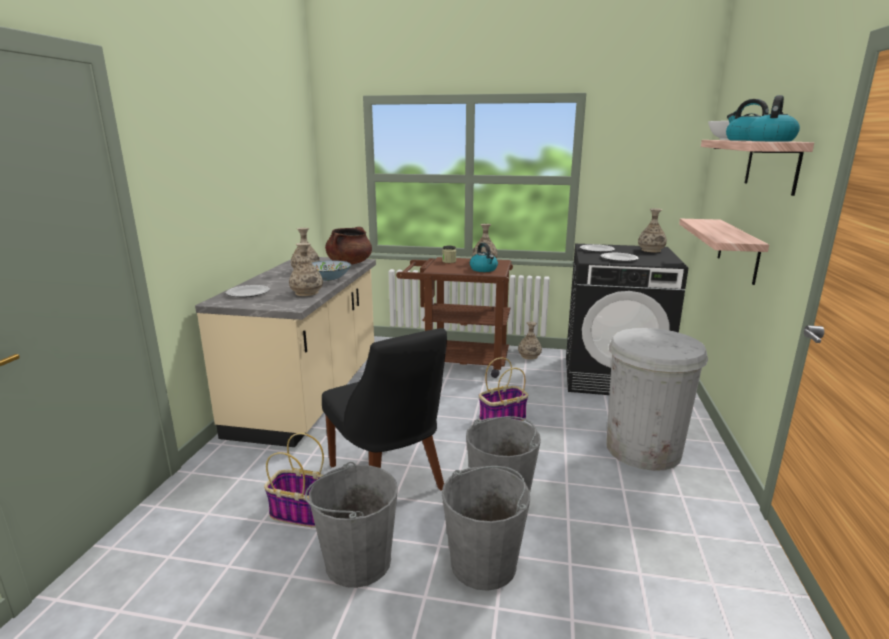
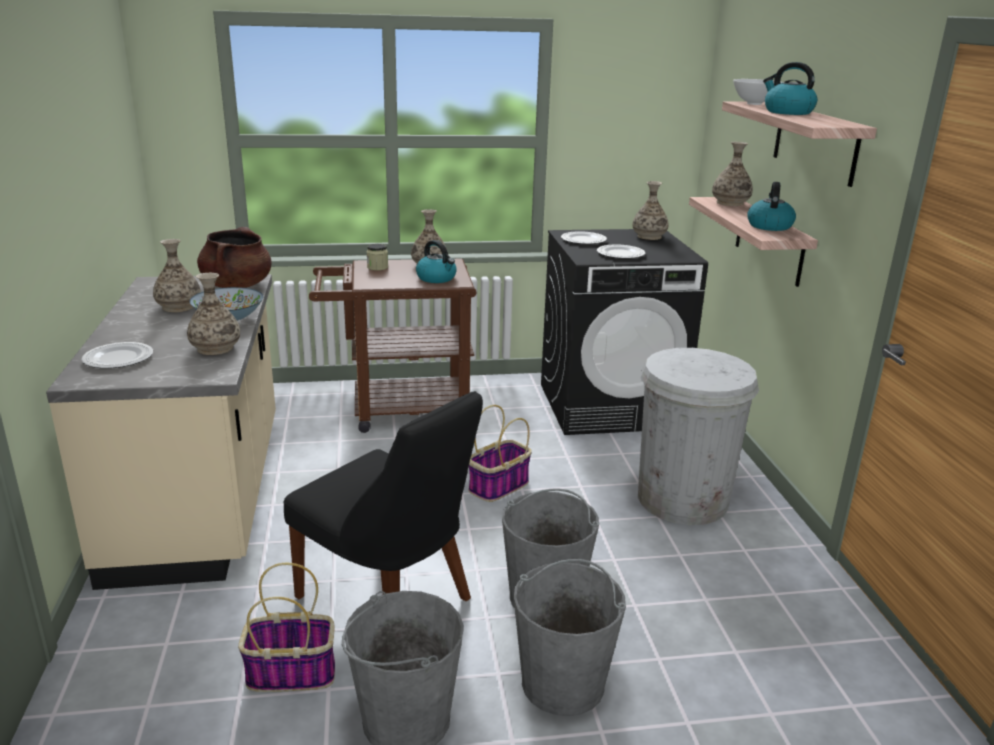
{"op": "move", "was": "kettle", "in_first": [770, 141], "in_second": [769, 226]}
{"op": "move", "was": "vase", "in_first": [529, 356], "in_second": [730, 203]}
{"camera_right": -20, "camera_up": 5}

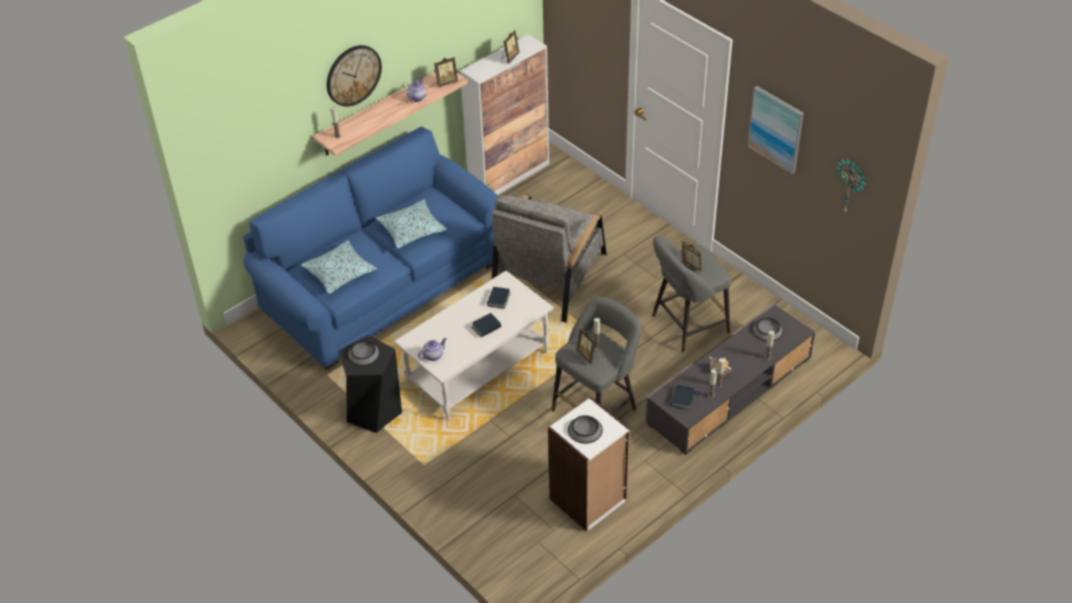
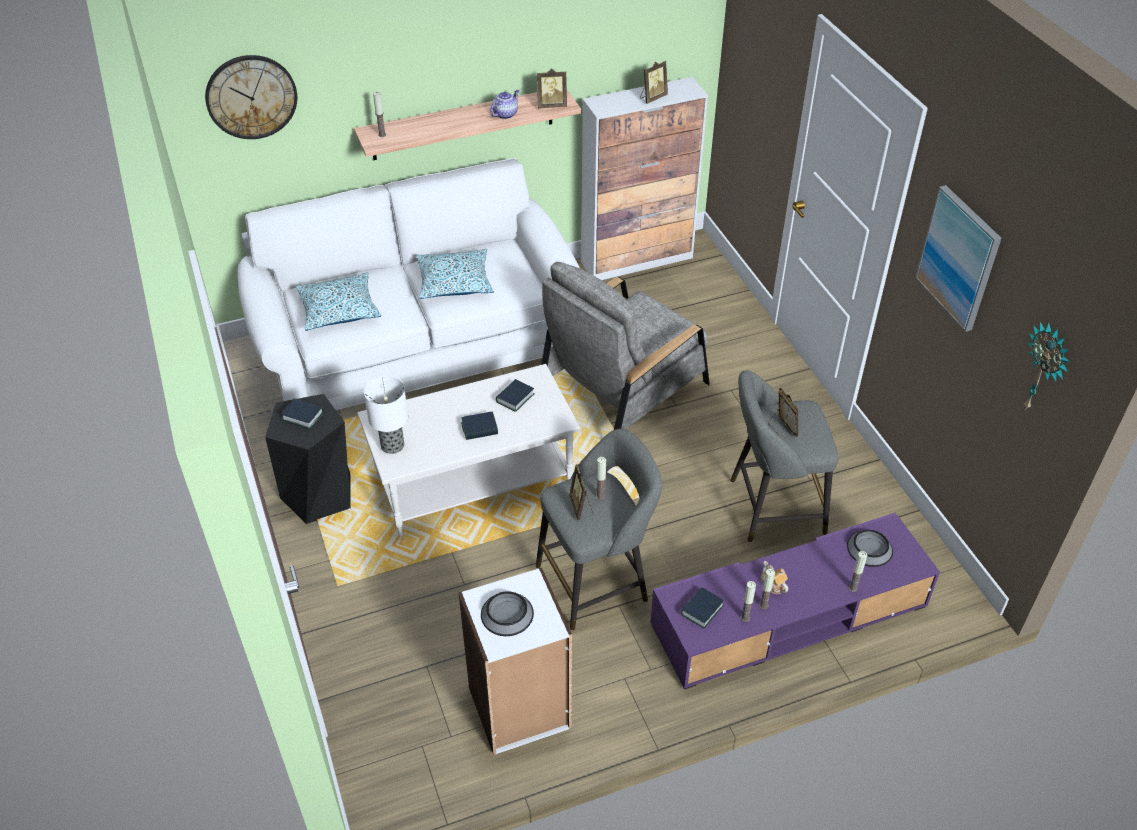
{"op": "move", "was": "hanging clock", "in_first": [353, 75], "in_second": [251, 96]}
{"op": "recolor", "was": "bluish settee", "now": "white settee", "in_first": [382, 286], "in_second": [417, 347]}
{"op": "recolor", "was": "grey tv stand", "now": "purple tv stand", "in_first": [729, 390], "in_second": [789, 616]}
{"op": "replace", "was": "tea pot", "now": "lamp for a table", "in_first": [433, 355], "in_second": [393, 445]}
{"op": "replace", "was": "serving bowl", "now": "bound book", "in_first": [363, 353], "in_second": [303, 416]}
{"camera_right": 20, "camera_up": 0}

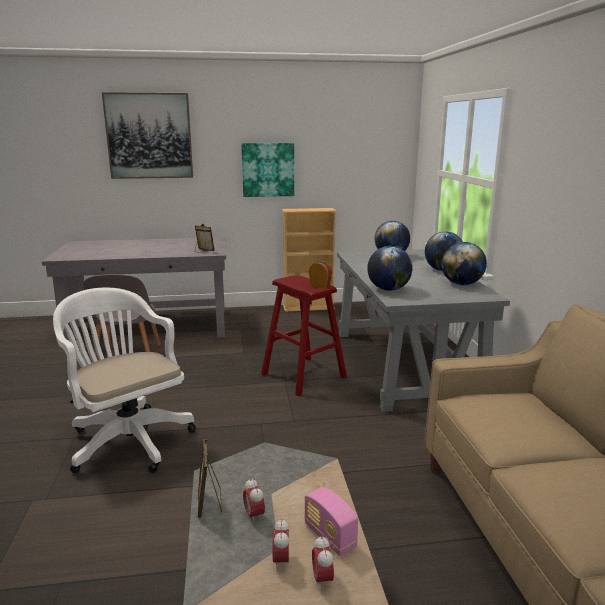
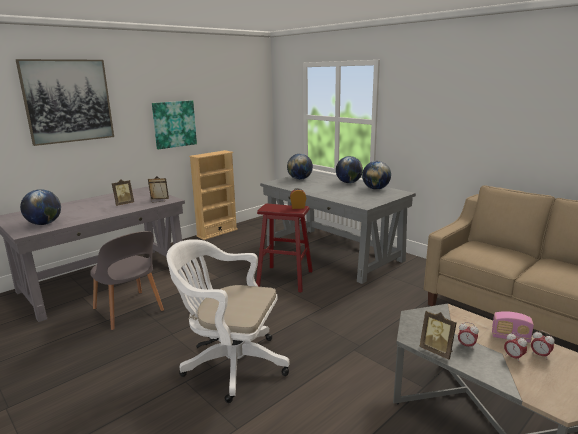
{"op": "move", "was": "desk globe", "in_first": [388, 289], "in_second": [44, 224]}
{"op": "insert", "now": "standing frame", "in_second": [124, 204]}
{"camera_right": -35, "camera_up": 0}

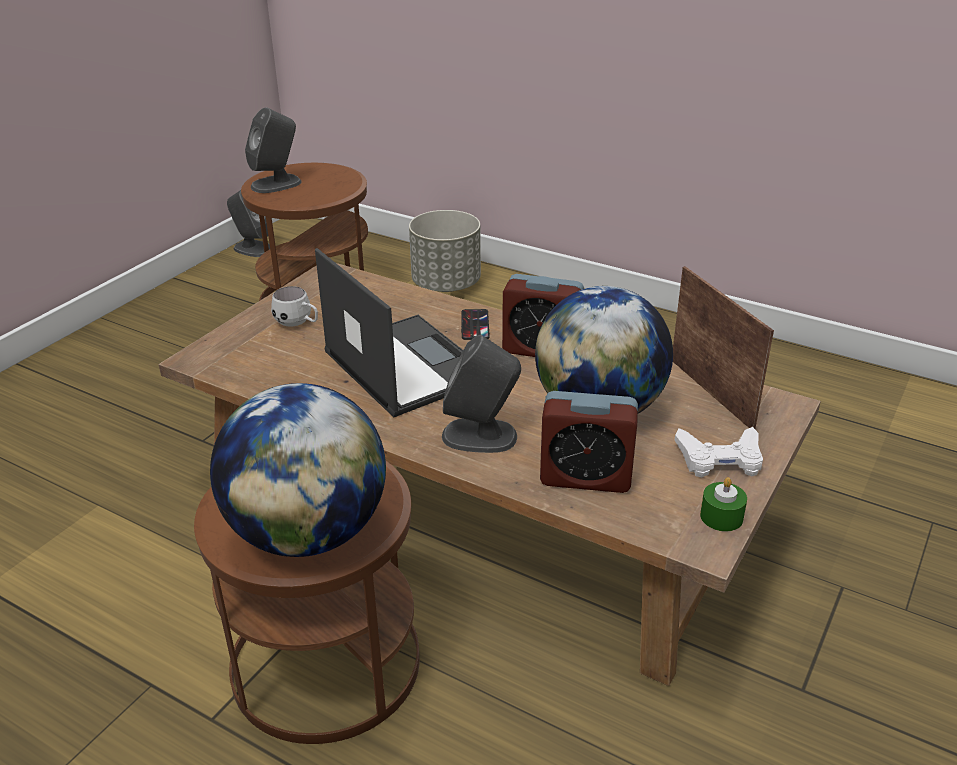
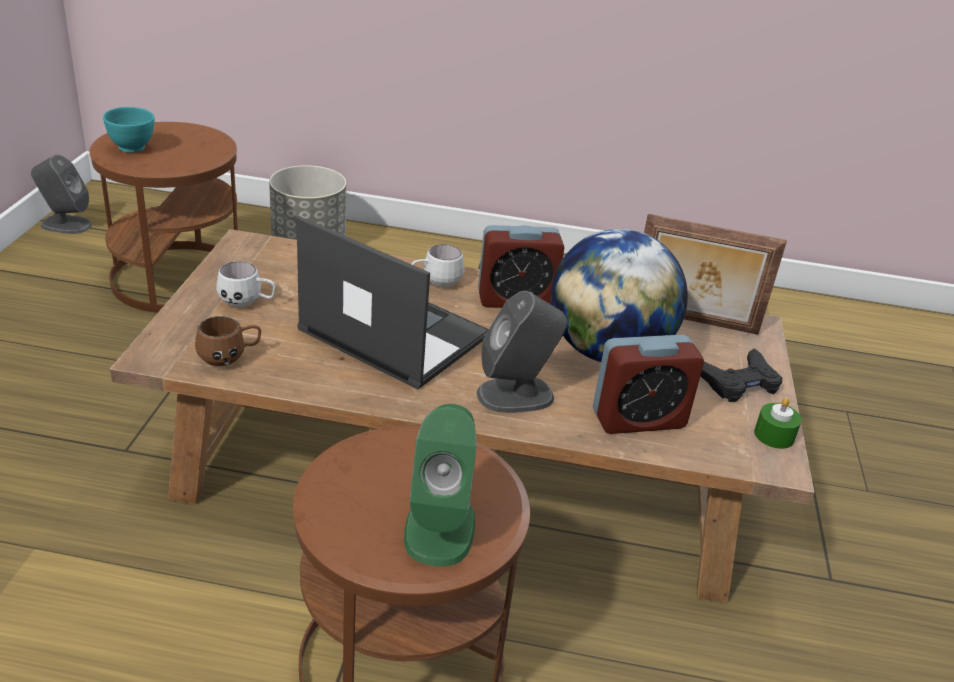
{"op": "replace", "was": "grey loudspeaker", "now": "blue-green serving bowl", "in_first": [277, 184], "in_second": [132, 148]}
{"op": "rotate", "was": "standing frame", "in_first": [713, 392], "in_second": [692, 321], "clockwise": 150}
{"op": "replace", "was": "telephone", "now": "white tea mug", "in_first": [475, 325], "in_second": [435, 282]}
{"op": "replace", "was": "desk globe", "now": "green loudspeaker", "in_first": [308, 533], "in_second": [440, 527]}
{"op": "recolor", "was": "white gamepad", "now": "black-coloured gamepad", "in_first": [720, 459], "in_second": [738, 382]}
{"op": "insert", "now": "brownish tea mug", "in_second": [230, 357]}
{"camera_right": -25, "camera_up": 0}

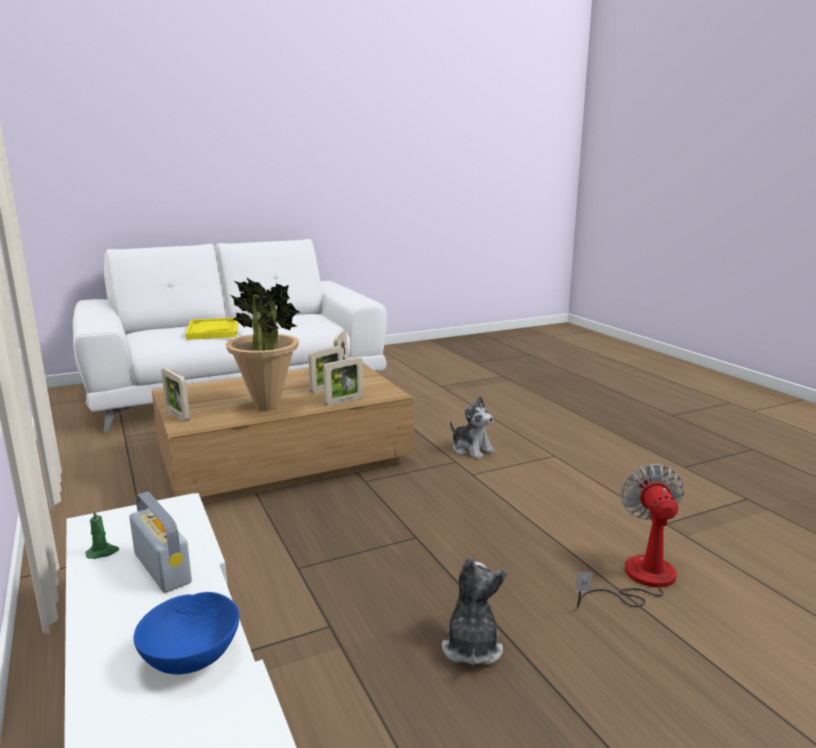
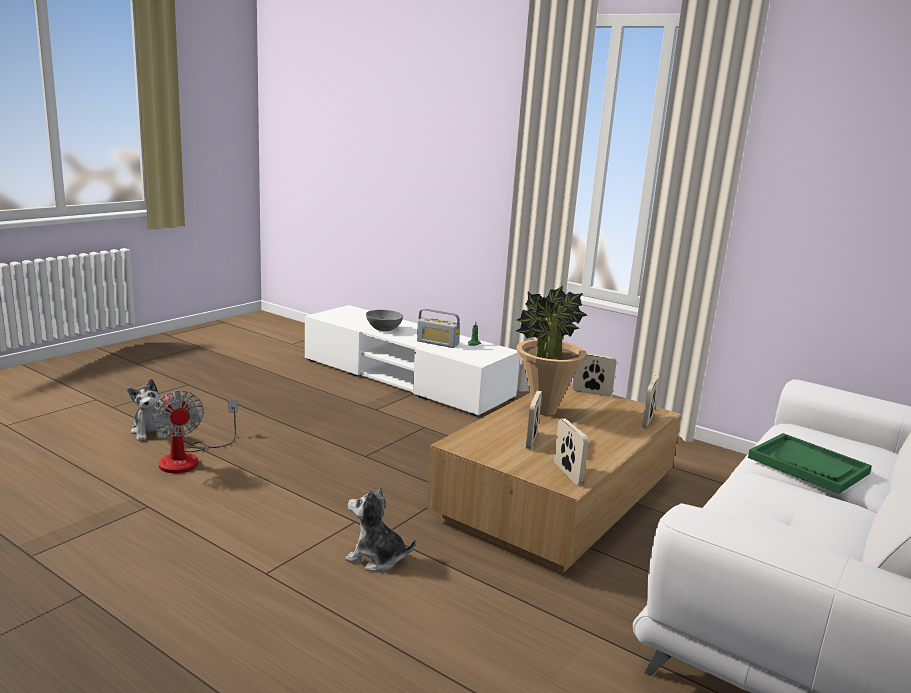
{"op": "recolor", "was": "yellow-coloured serving tray", "now": "green serving tray", "in_first": [213, 331], "in_second": [808, 465]}
{"op": "move", "was": "standing frame", "in_first": [344, 401], "in_second": [647, 421]}
{"op": "move", "was": "cuddly toy", "in_first": [471, 647], "in_second": [151, 431]}
{"op": "recolor", "was": "bluish serving bowl", "now": "grey serving bowl", "in_first": [191, 657], "in_second": [384, 329]}
{"camera_right": 150, "camera_up": 0}

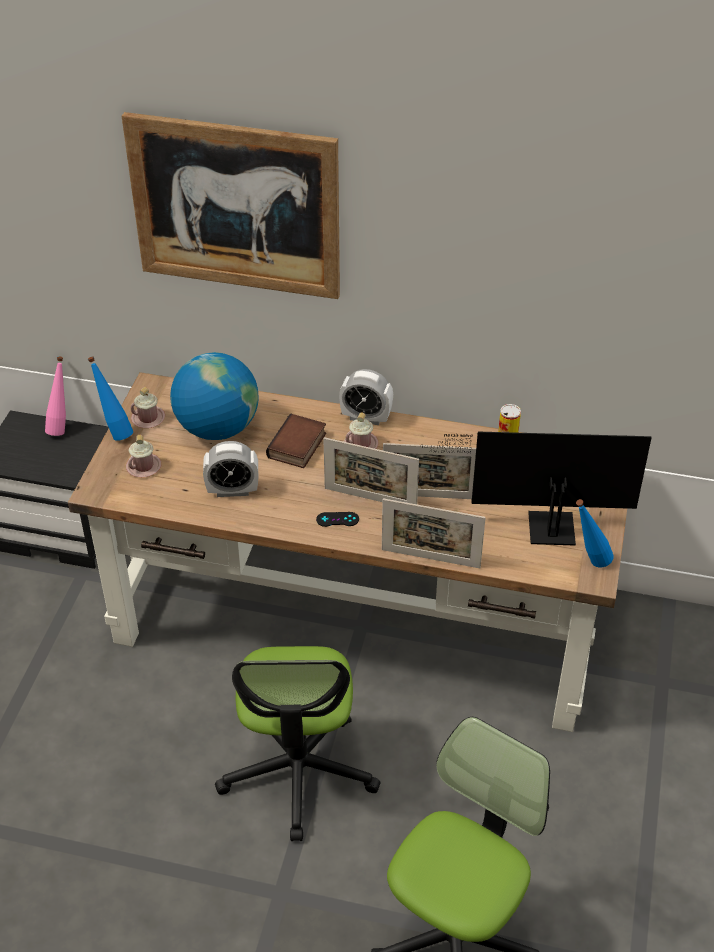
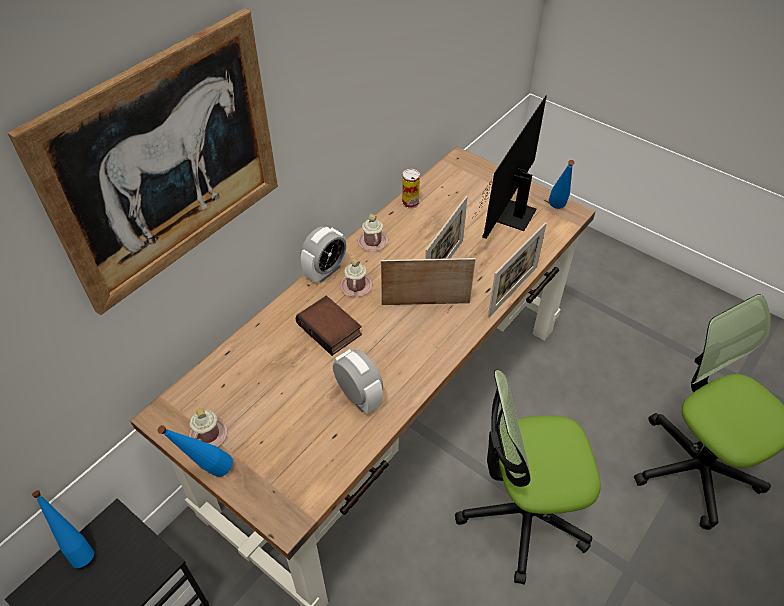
{"op": "delete", "was": "desk globe", "in_first": [217, 428]}
{"op": "recolor", "was": "pink-coloured bottle", "now": "bluish bottle", "in_first": [61, 427], "in_second": [78, 549]}
{"op": "move", "was": "pink-coloured tea mug", "in_first": [143, 466], "in_second": [373, 241]}
{"op": "rotate", "was": "standing frame", "in_first": [370, 499], "in_second": [425, 303], "clockwise": -135}
{"op": "rotate", "was": "alarm clock", "in_first": [232, 490], "in_second": [358, 397], "clockwise": -60}
{"op": "delete", "was": "black-coloured gamepad", "in_first": [337, 519]}
{"op": "rotate", "was": "desk chair", "in_first": [298, 772], "in_second": [522, 514], "clockwise": 150}
{"camera_right": -65, "camera_up": 5}

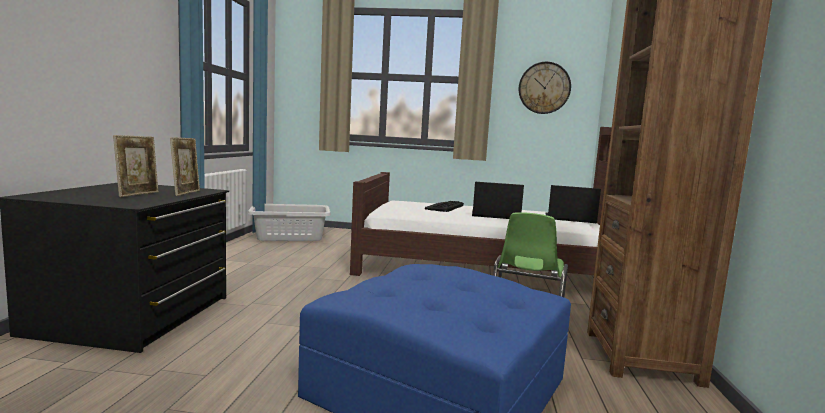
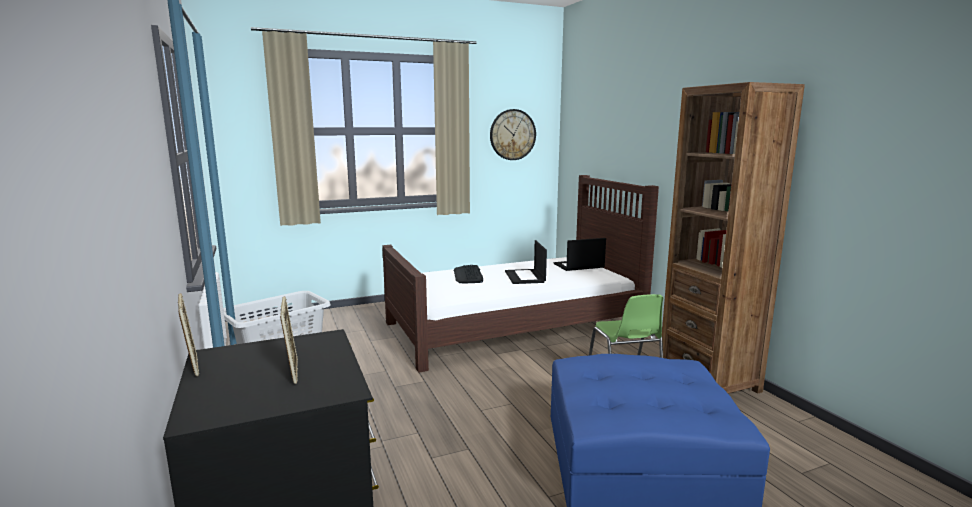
{"op": "move", "was": "standing frame", "in_first": [186, 193], "in_second": [193, 365]}
{"op": "rotate", "was": "portable computer", "in_first": [495, 215], "in_second": [525, 277], "clockwise": -75}
{"camera_right": -30, "camera_up": 5}

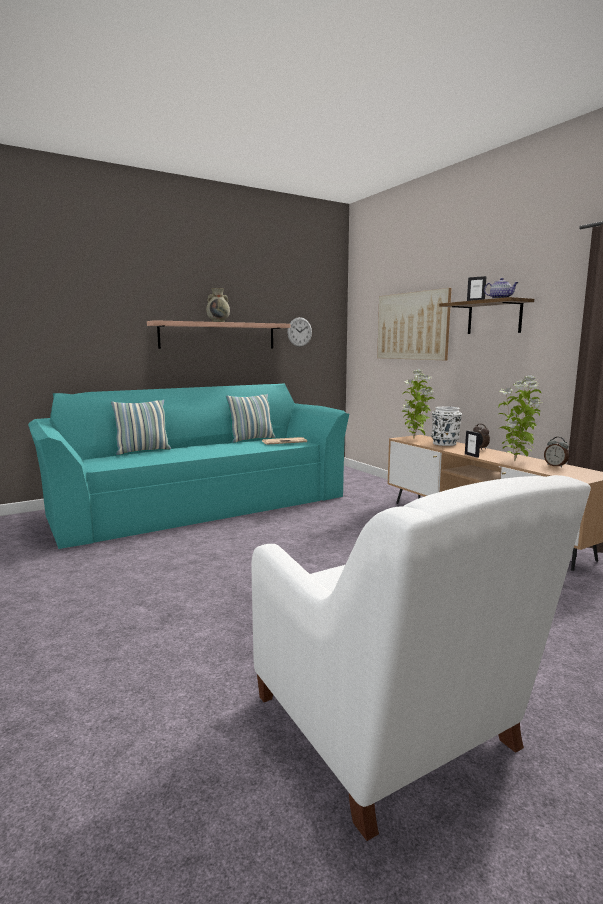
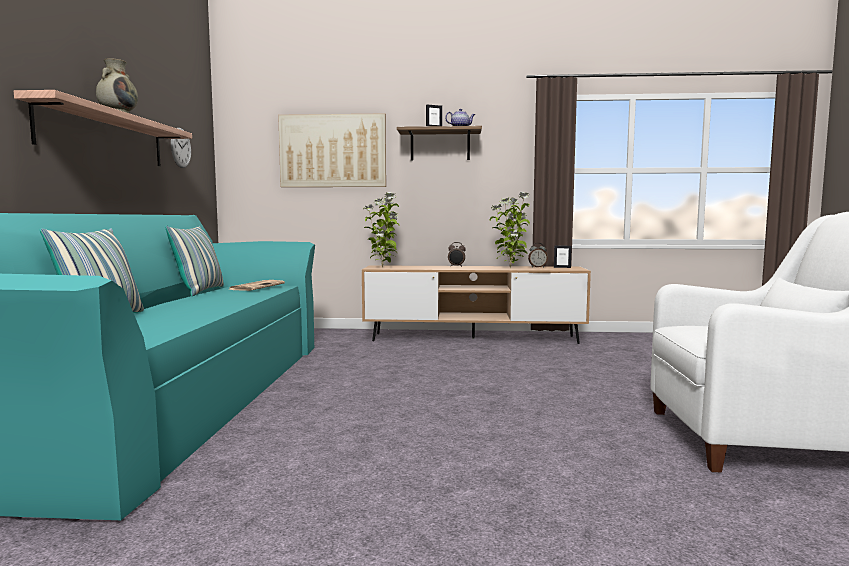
{"op": "delete", "was": "white vase", "in_first": [445, 443]}
{"op": "move", "was": "standing frame", "in_first": [471, 455], "in_second": [562, 267]}
{"camera_right": -55, "camera_up": -5}

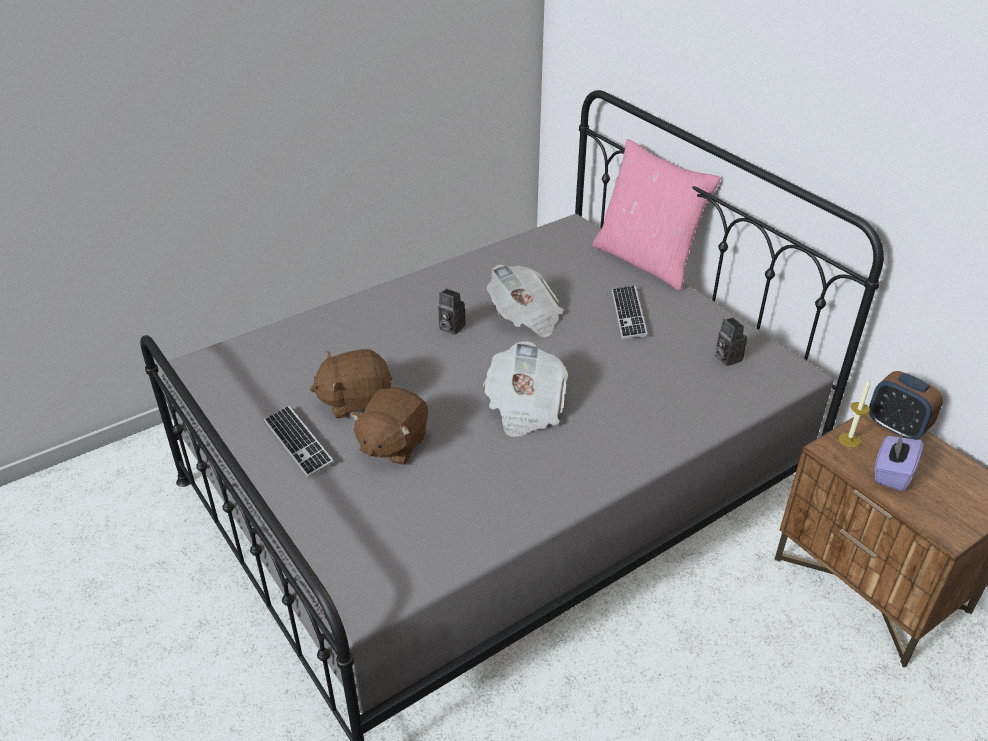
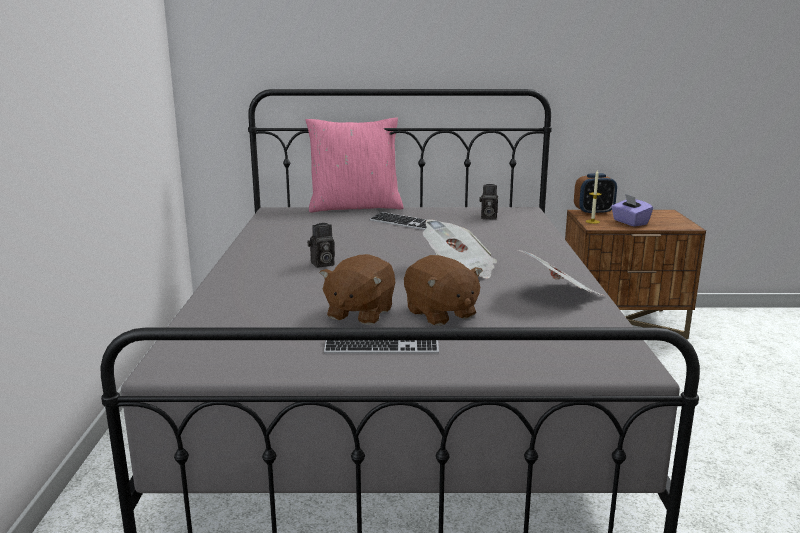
{"op": "move", "was": "newspaper", "in_first": [525, 317], "in_second": [559, 294]}
{"camera_right": -55, "camera_up": -20}

